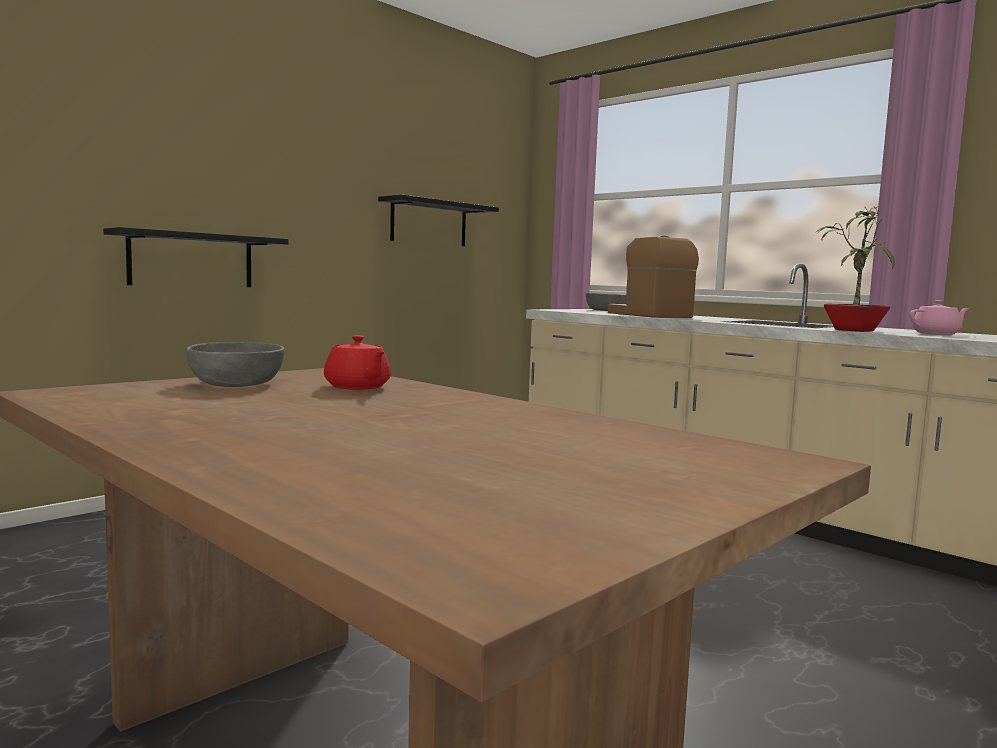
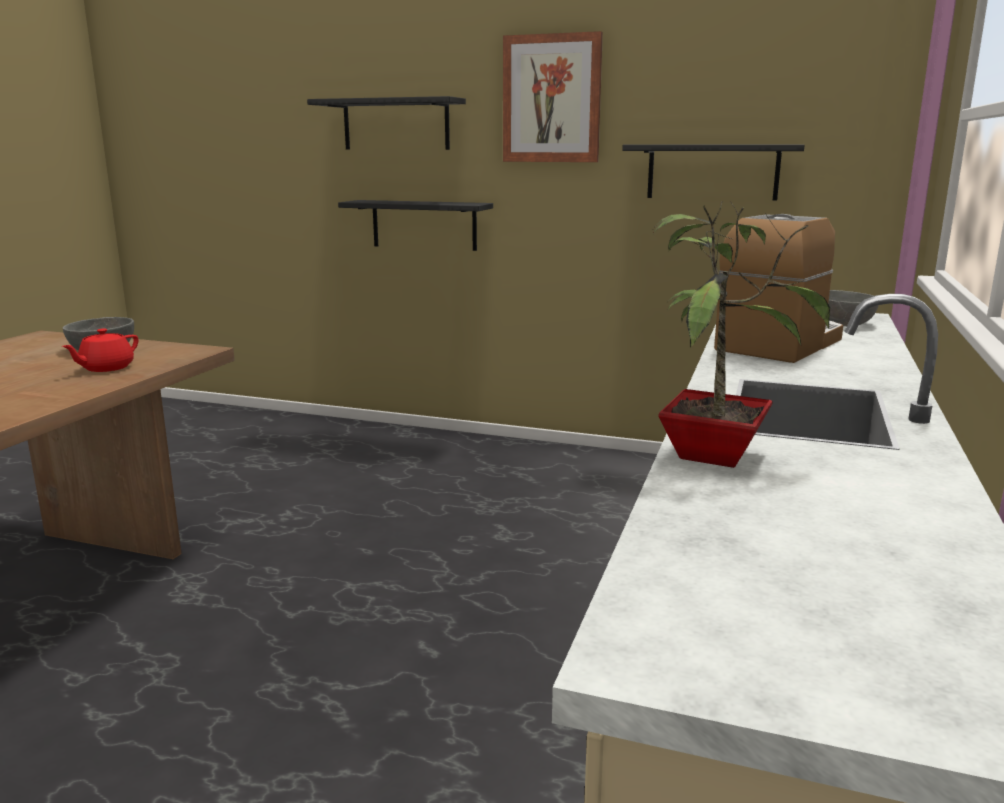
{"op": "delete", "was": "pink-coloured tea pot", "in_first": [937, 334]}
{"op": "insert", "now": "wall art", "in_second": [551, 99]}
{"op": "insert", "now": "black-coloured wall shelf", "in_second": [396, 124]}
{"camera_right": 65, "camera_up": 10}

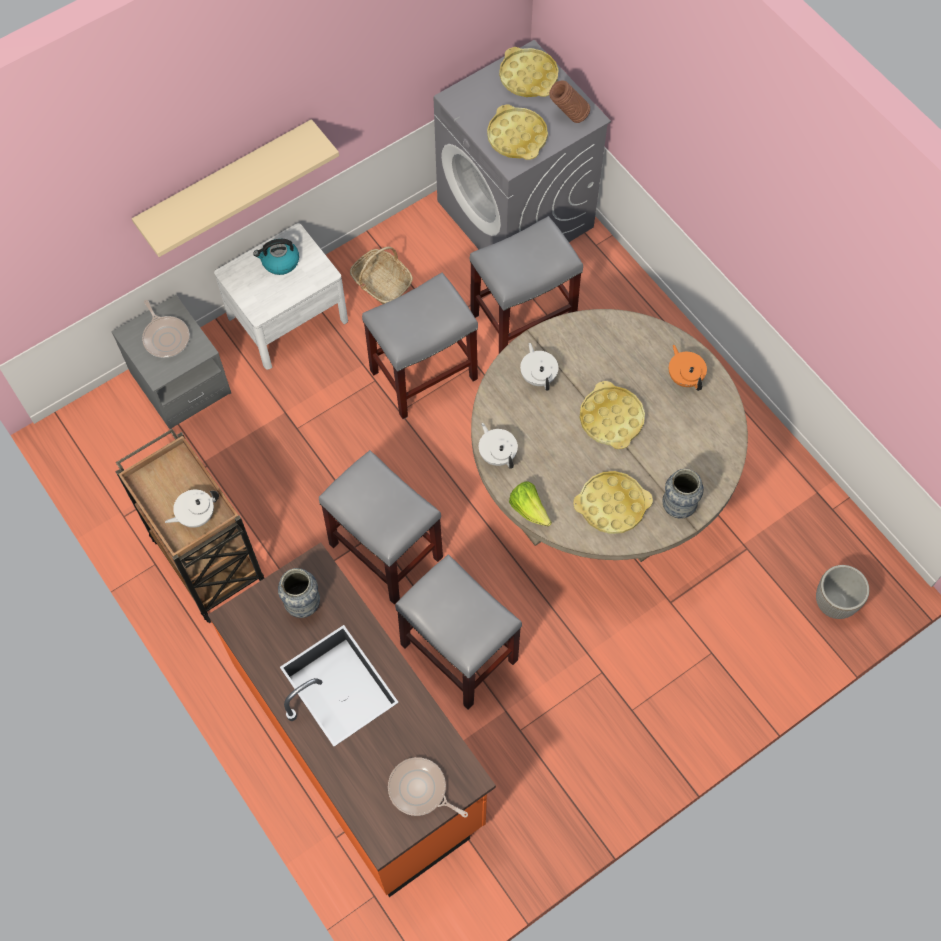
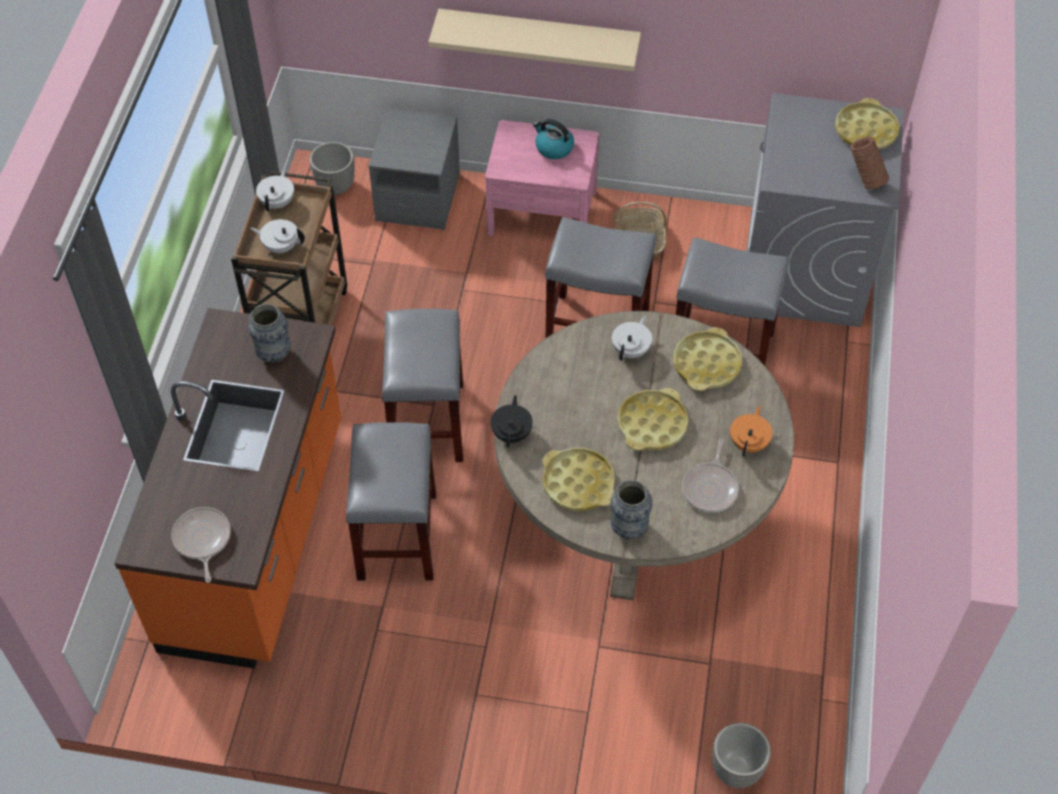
{"op": "move", "was": "yellow-coloured serving tray", "in_first": [517, 137], "in_second": [706, 364]}
{"op": "recolor", "was": "white nightstand", "now": "pink-coloured nightstand", "in_first": [287, 318], "in_second": [542, 212]}
{"op": "move", "was": "pan", "in_first": [166, 337], "in_second": [710, 488]}
{"op": "move", "was": "white tea pot", "in_first": [497, 454], "in_second": [278, 202]}
{"op": "replace", "was": "head of lettuce", "now": "black-coloured tea pot", "in_first": [529, 509], "in_second": [512, 433]}
{"op": "insert", "now": "flower pot", "in_second": [336, 186]}
{"camera_right": 45, "camera_up": -10}

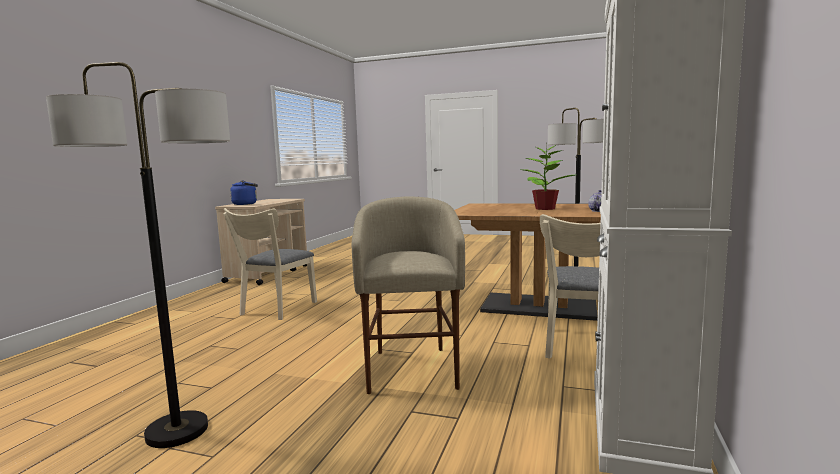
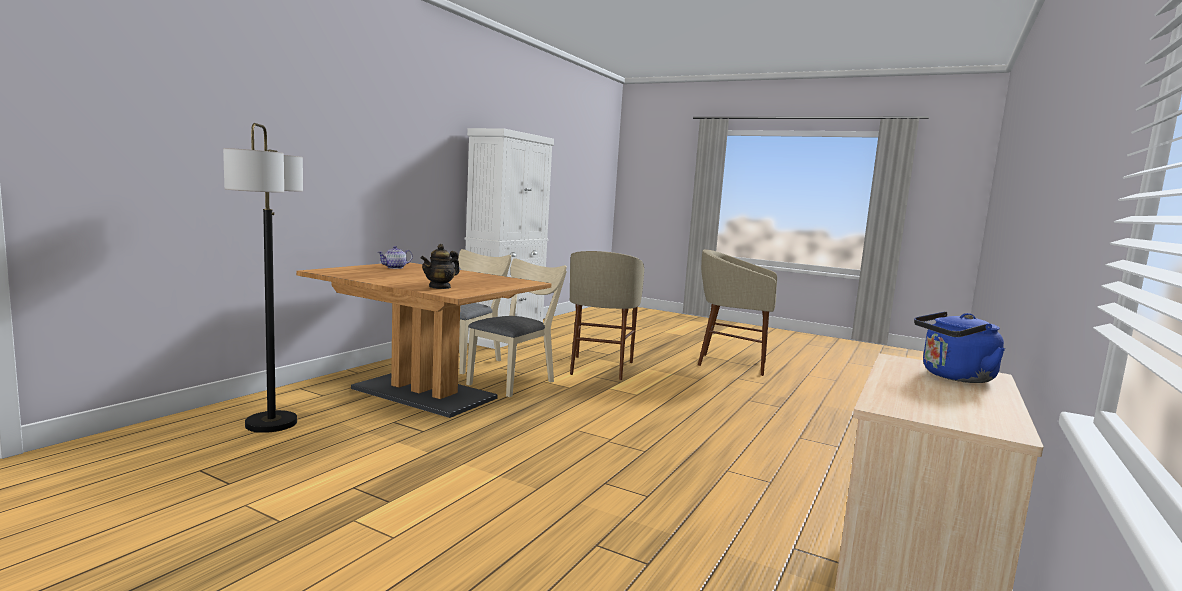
{"op": "replace", "was": "standing lamp", "now": "beige-coloured stool", "in_first": [177, 431], "in_second": [731, 364]}
{"op": "delete", "was": "plant in a pot", "in_first": [544, 209]}
{"op": "move", "was": "beige-coloured plain chair", "in_first": [275, 310], "in_second": [515, 381]}
{"op": "insert", "now": "tea pot", "in_second": [440, 287]}
{"camera_right": -170, "camera_up": 0}

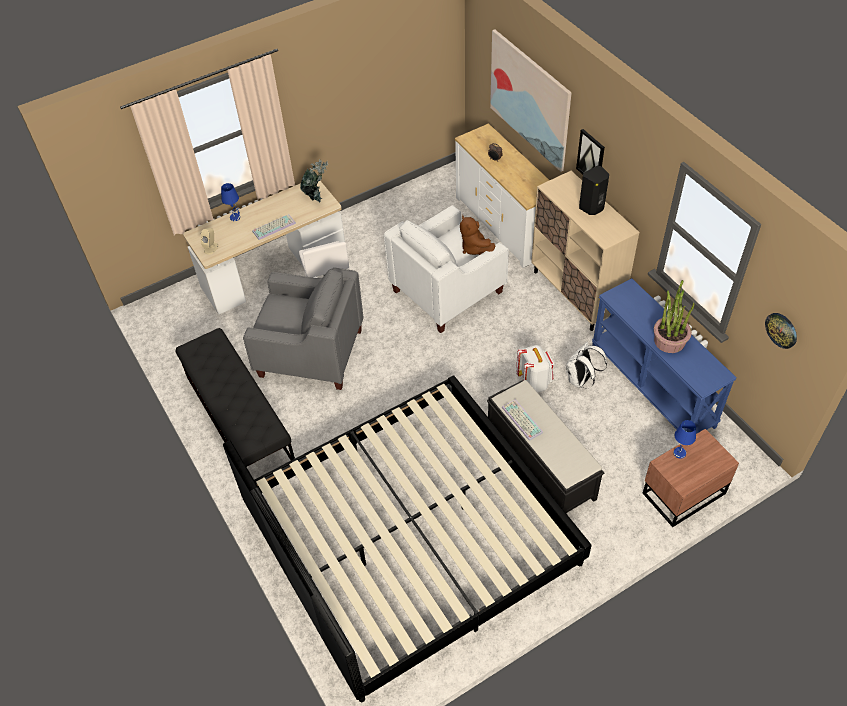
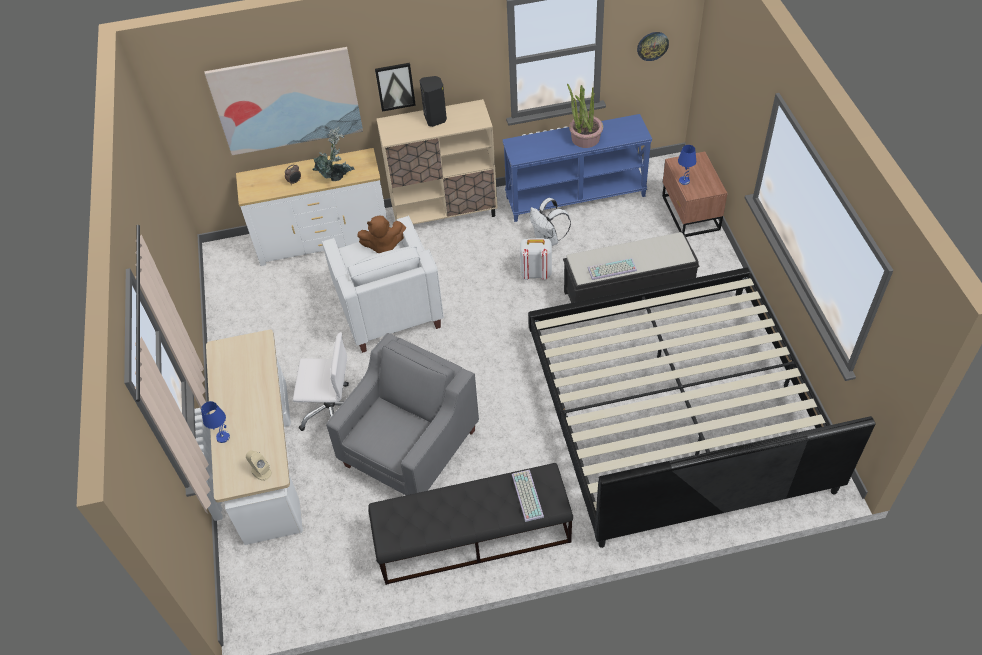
{"op": "move", "was": "plant in a pot", "in_first": [316, 197], "in_second": [336, 176]}
{"op": "move", "was": "keyboard", "in_first": [274, 226], "in_second": [526, 495]}
{"camera_right": -70, "camera_up": 0}

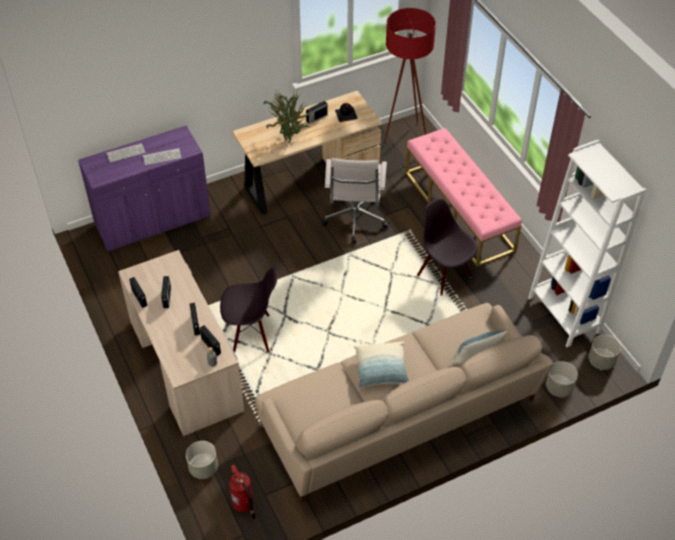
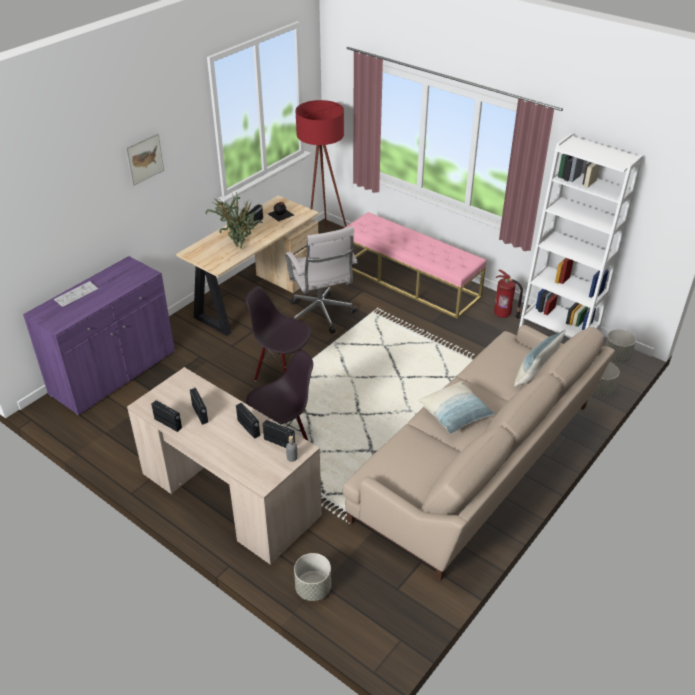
{"op": "delete", "was": "keyboard", "in_first": [162, 157]}
{"op": "move", "was": "black-coloured plain chair", "in_first": [444, 275], "in_second": [282, 372]}
{"op": "move", "was": "fire extinguisher", "in_first": [243, 505], "in_second": [503, 314]}
{"op": "insert", "now": "wall art", "in_second": [144, 159]}
{"camera_right": -25, "camera_up": -10}

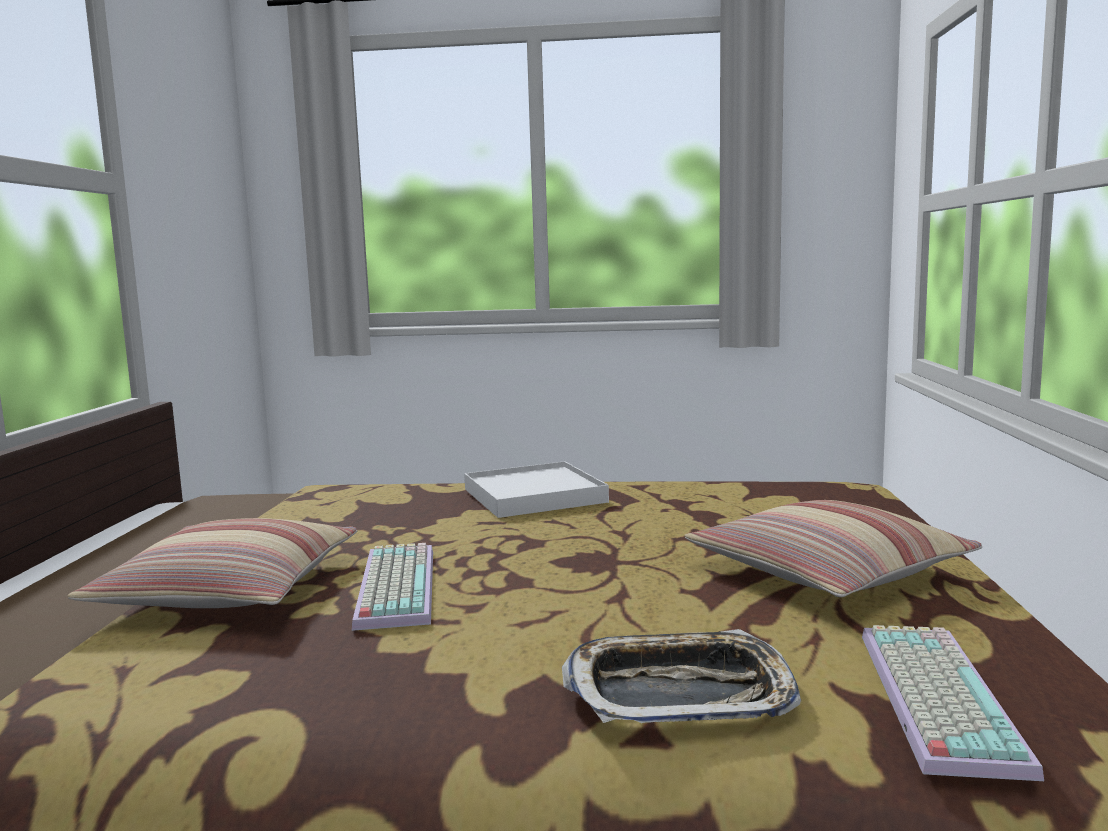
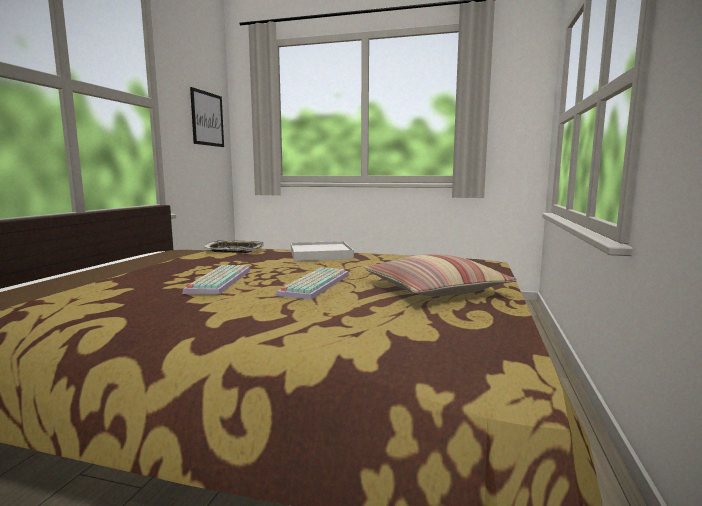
{"op": "delete", "was": "throw pillow", "in_first": [229, 590]}
{"op": "move", "was": "keyboard", "in_first": [931, 695], "in_second": [314, 284]}
{"op": "move", "was": "serving tray", "in_first": [680, 692], "in_second": [234, 250]}
{"op": "insert", "now": "wall art", "in_second": [207, 119]}
{"camera_right": 10, "camera_up": 0}

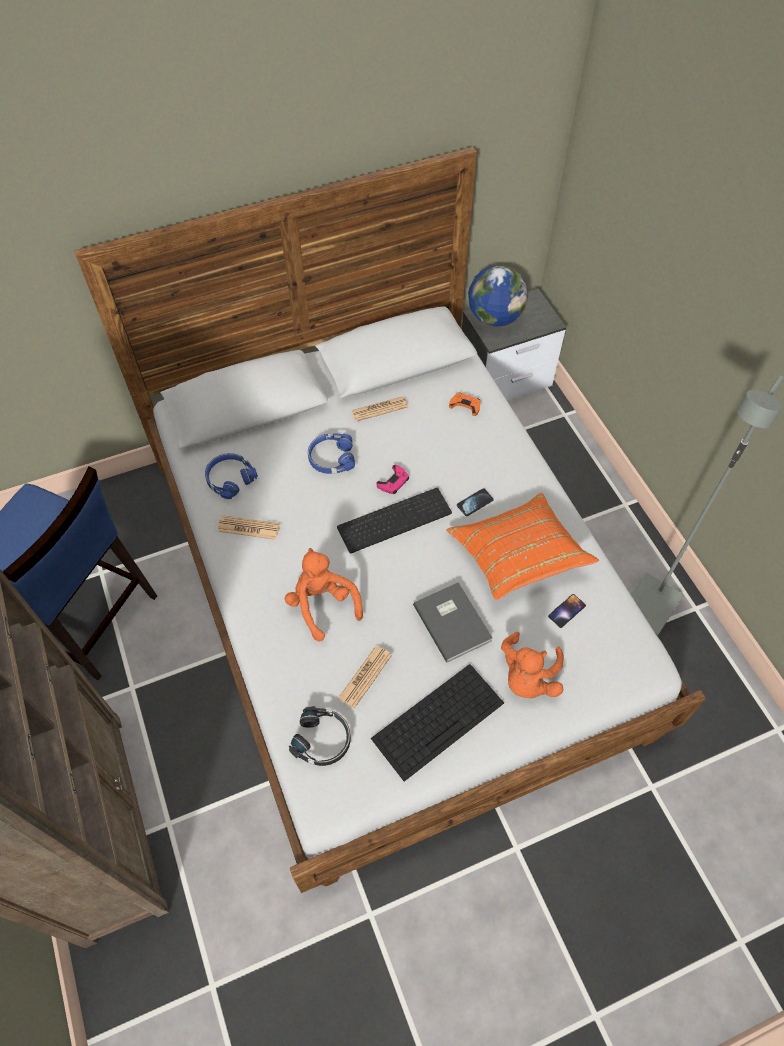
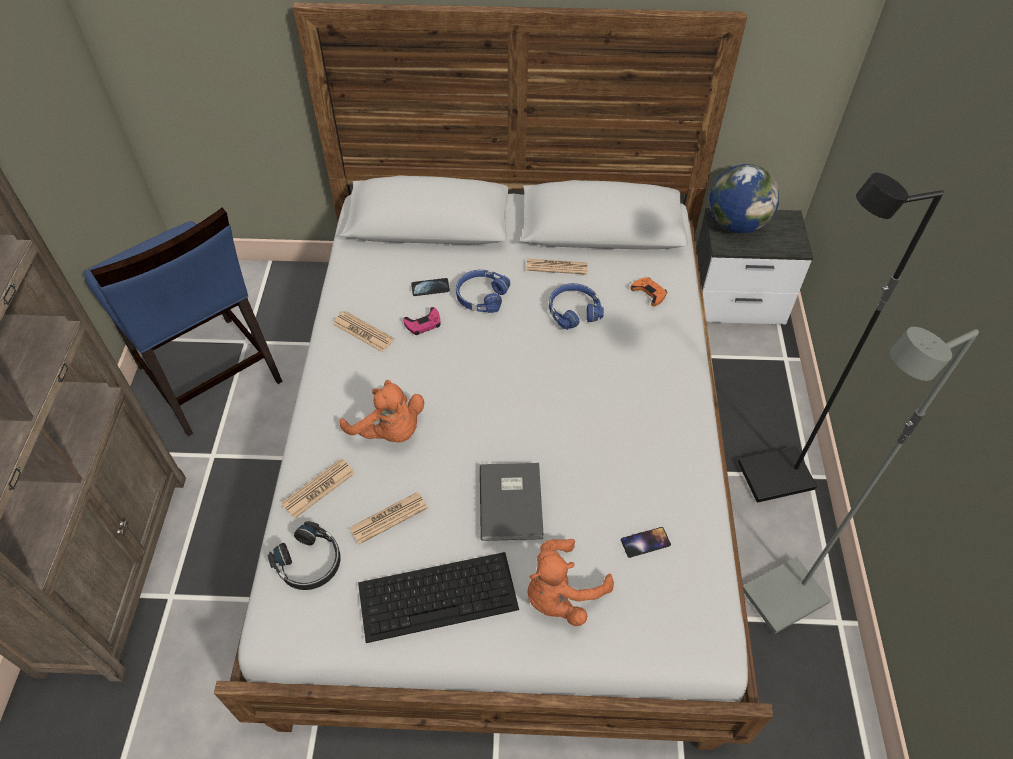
{"op": "move", "was": "bluish headset", "in_first": [229, 478], "in_second": [573, 310]}
{"op": "move", "was": "pink-coloured gamepad", "in_first": [393, 482], "in_second": [423, 324]}
{"op": "delete", "was": "keyboard", "in_first": [394, 518]}
{"op": "move", "was": "telephone", "in_first": [475, 503], "in_second": [430, 288]}
{"op": "delete", "was": "orangey throw pillow", "in_first": [517, 556]}
{"op": "rotate", "was": "orangey cuddly toy", "in_first": [322, 605], "in_second": [389, 431], "clockwise": 135}
{"op": "insert", "now": "black-coloured standing lamp", "in_second": [775, 478]}
{"op": "insert", "now": "newspaper", "in_second": [318, 488]}
{"camera_right": 25, "camera_up": -5}

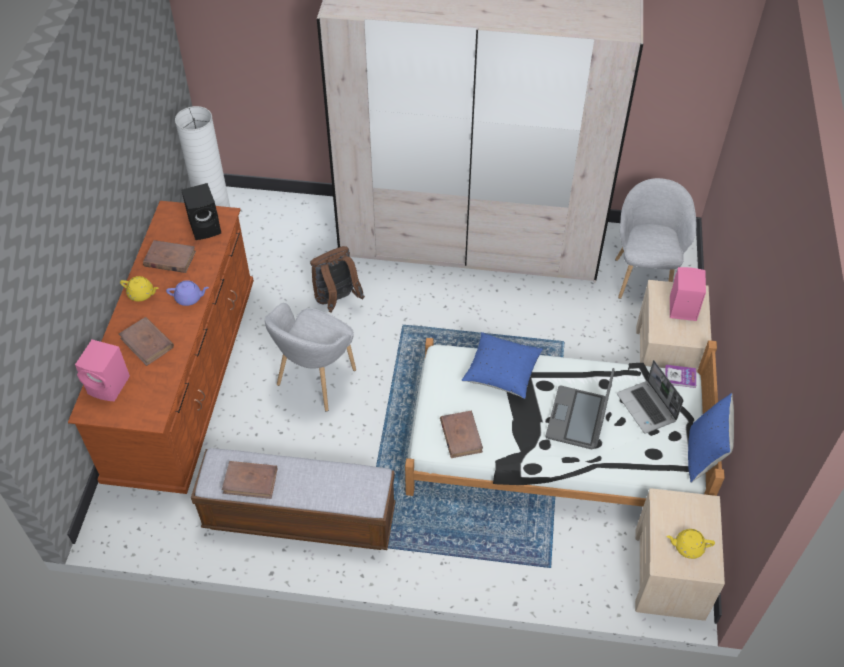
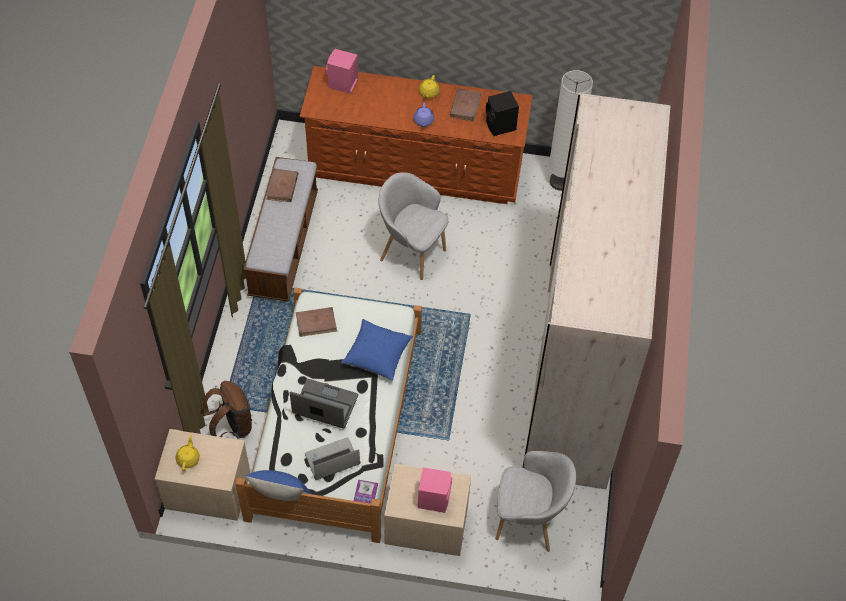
{"op": "move", "was": "brownish knapsack", "in_first": [336, 300], "in_second": [231, 426]}
{"op": "delete", "was": "brownish bound book", "in_first": [147, 343]}
{"camera_right": 90, "camera_up": 5}

